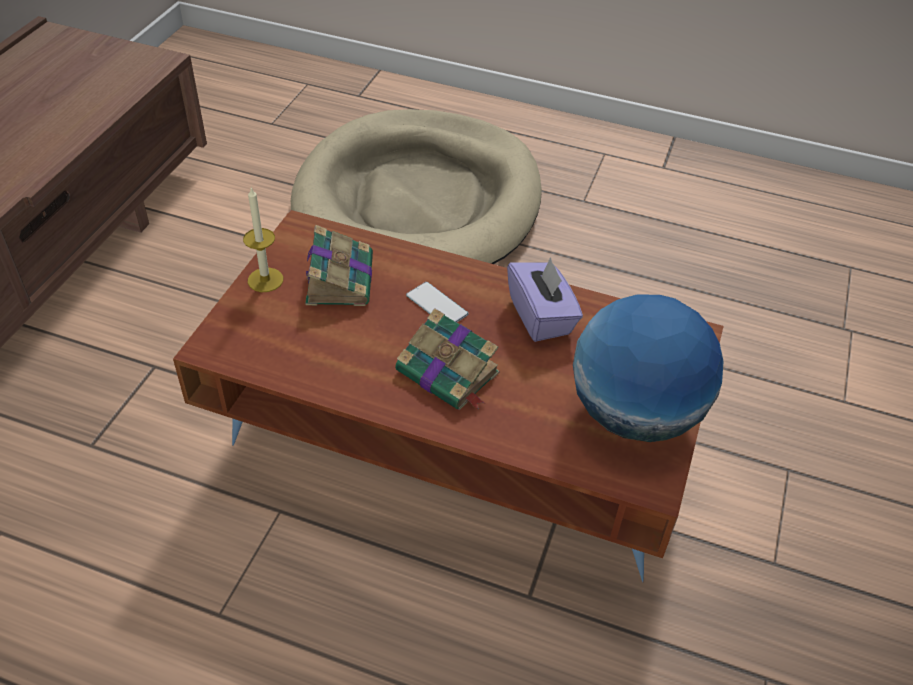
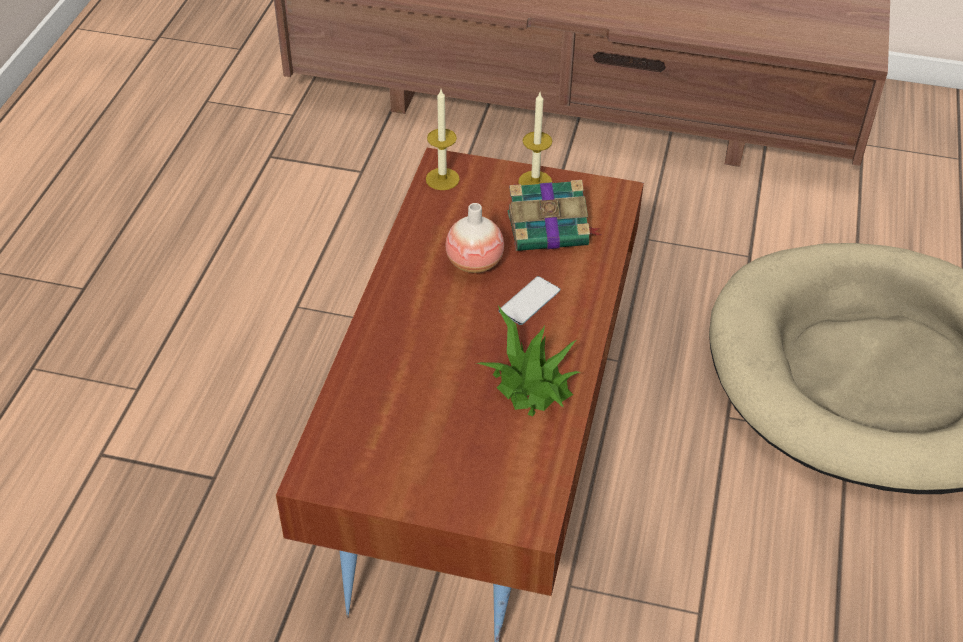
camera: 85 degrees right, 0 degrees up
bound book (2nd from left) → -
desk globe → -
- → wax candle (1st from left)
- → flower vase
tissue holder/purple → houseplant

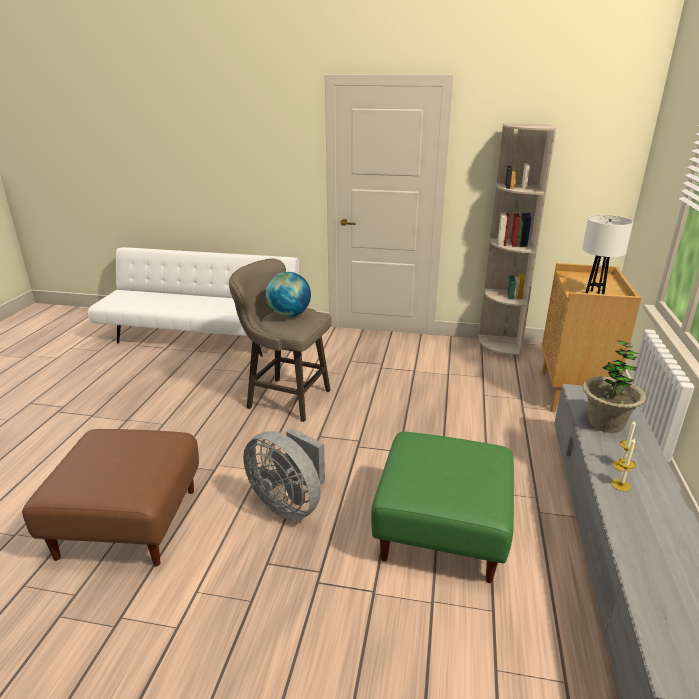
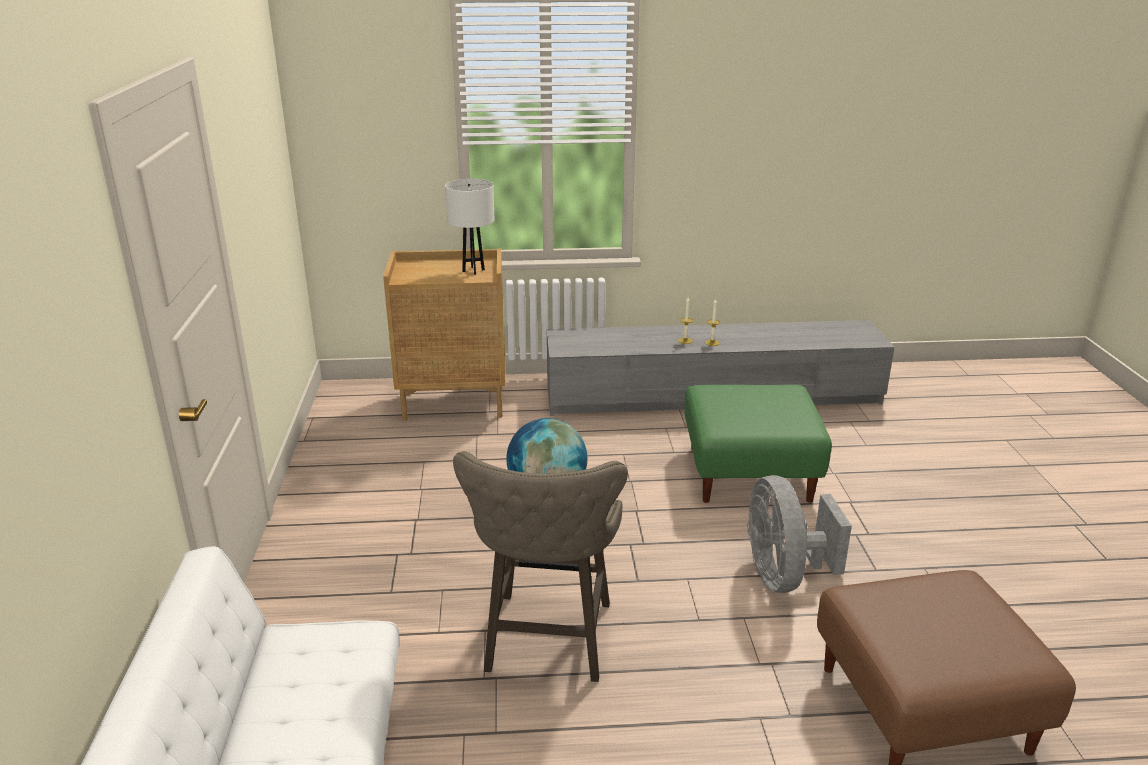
camera: 105 degrees left, 0 degrees up
bookcase/beige-coloured → -
houseplant → -
electric fan/grey, 150 degrees clockwise

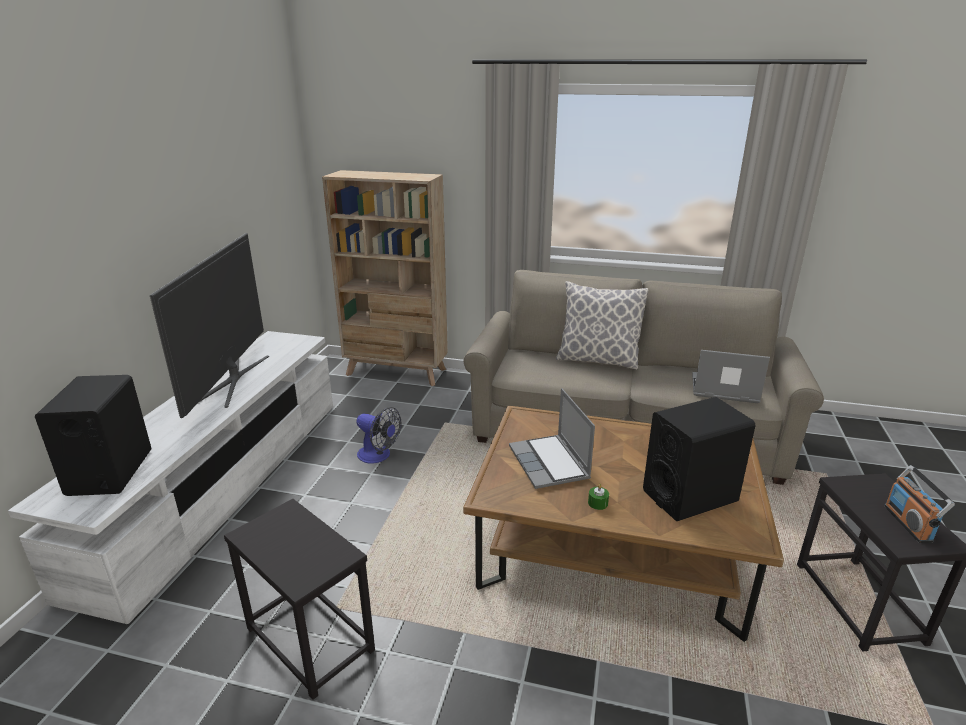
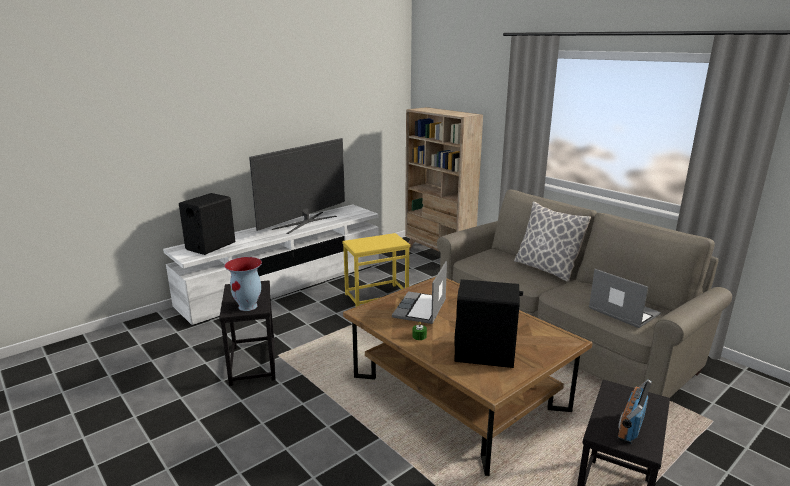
camera: 35 degrees right, 5 degrees down
- → flower vase
electric fan → end table/yellow

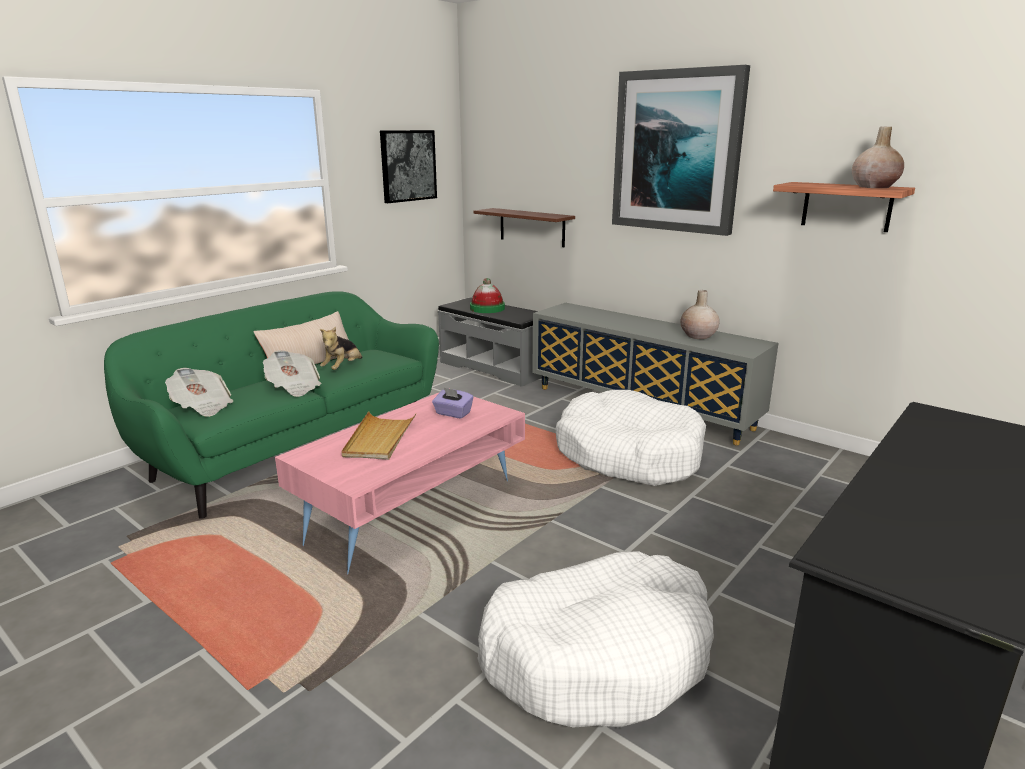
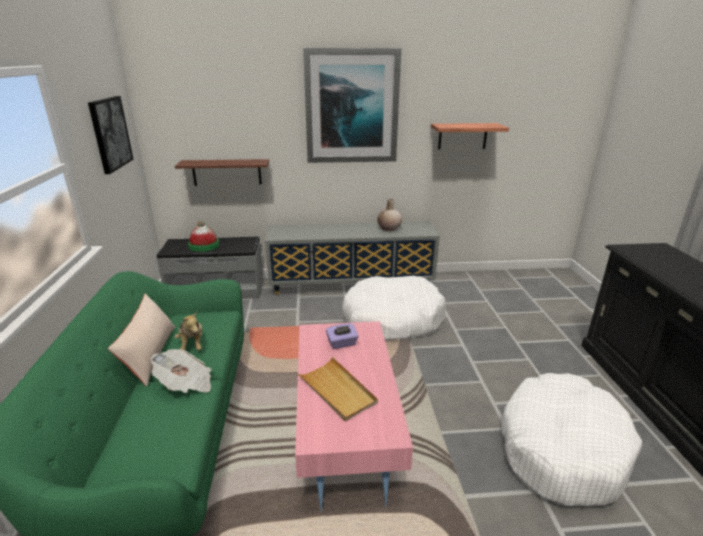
camera: 45 degrees left, 5 degrees up
newspaper (1st from left) → -
flower vase/beige-coloured (2nd from left) → -

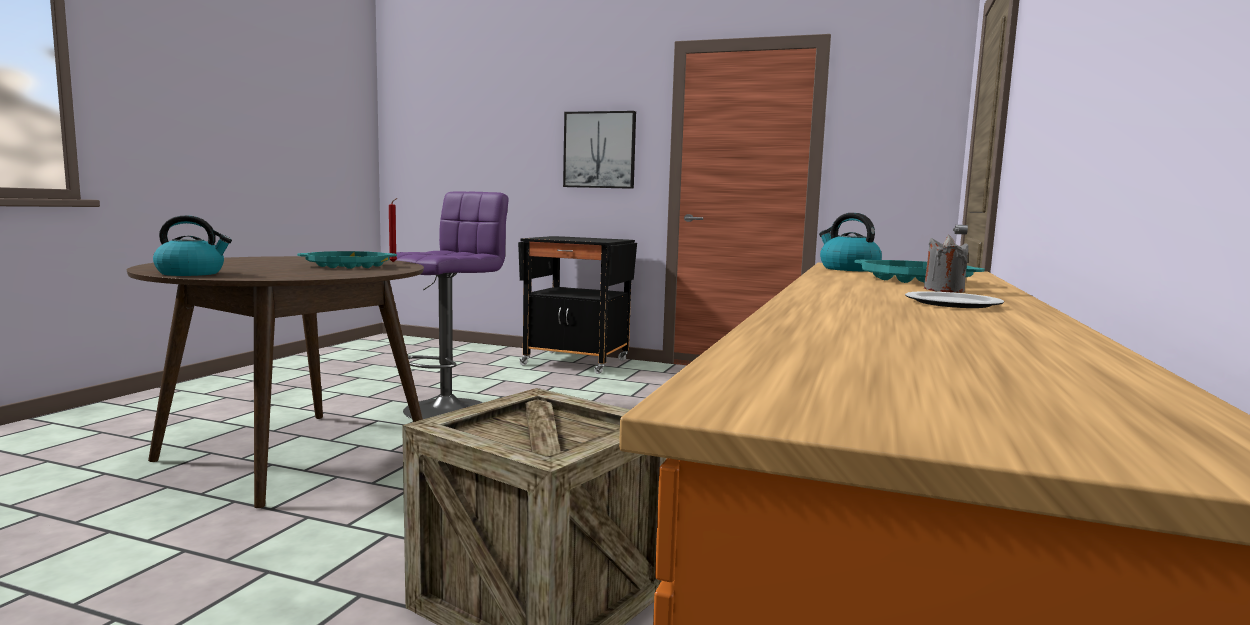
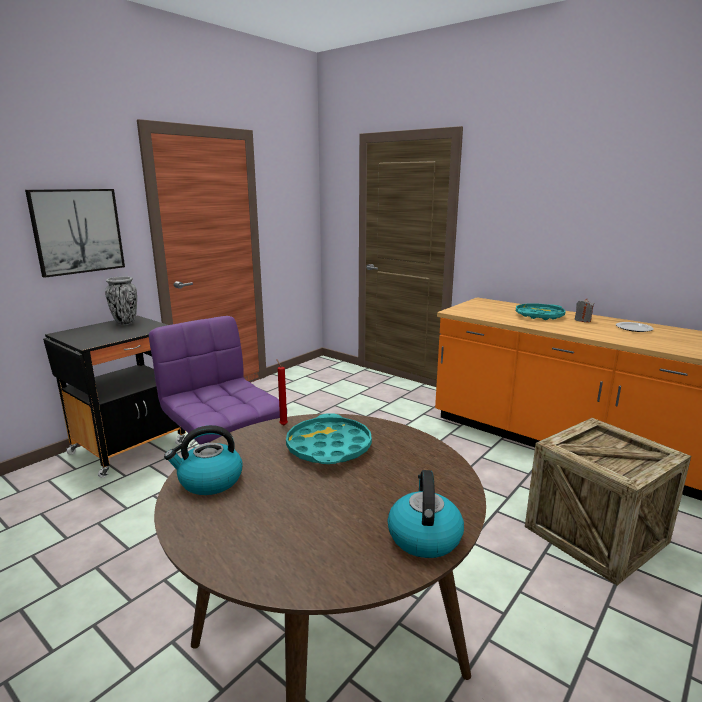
camera: 70 degrees left, 10 degrees up
- → flower vase
kettle (2nd from left in the first image) → kettle (1st from left), moved

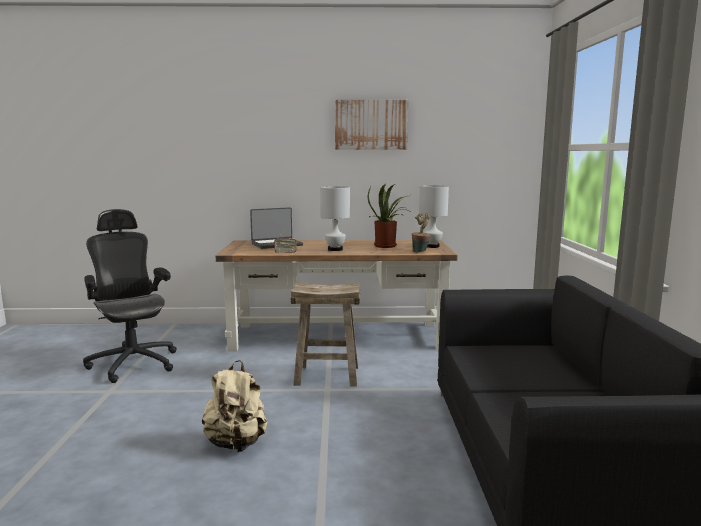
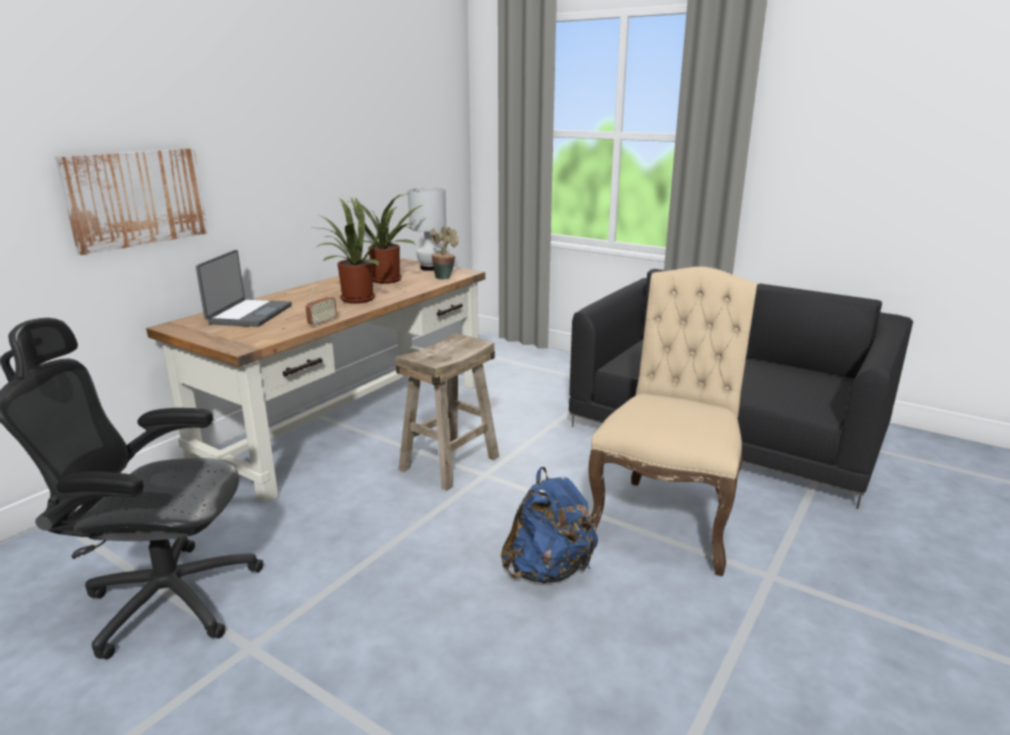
camera: 55 degrees left, 10 degrees up
- → upright chair/beige-coloured
wall picture, moved
tabletop lamp/white-coloured (1st from left) → houseplant (1st from left)
knapsack/beige-coloured → knapsack/blue-coloured

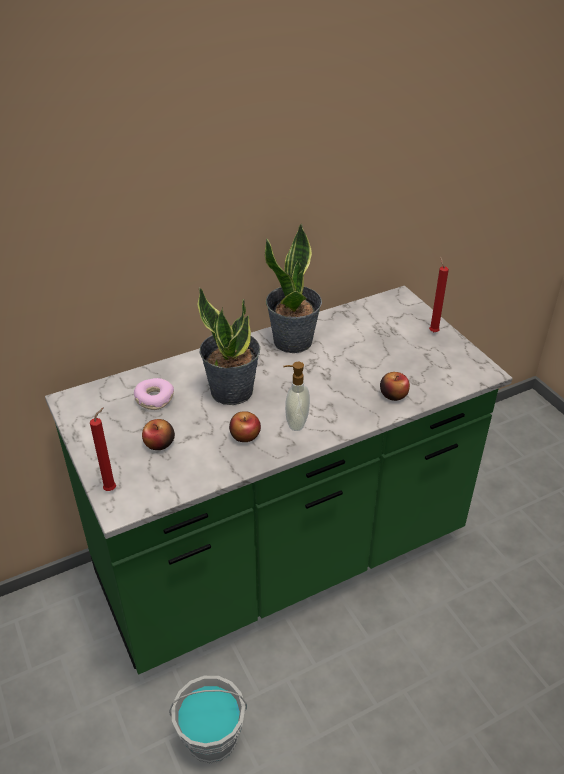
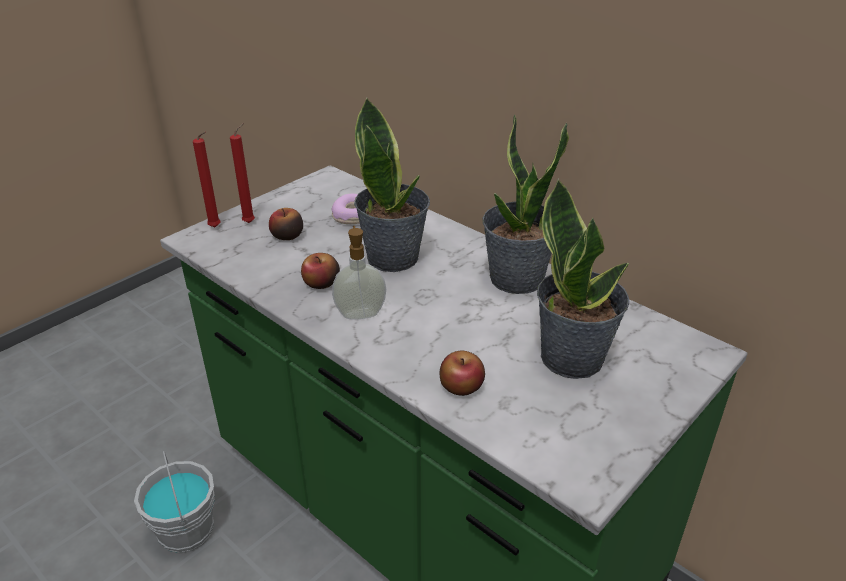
camera: 70 degrees right, 5 degrees down
- → houseplant (3rd from left)
wax candle/red (2nd from left), moved

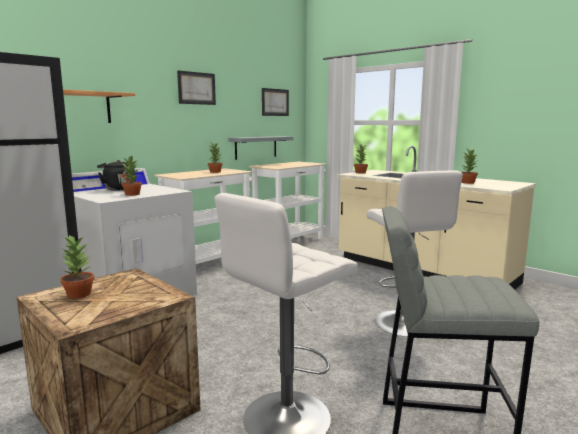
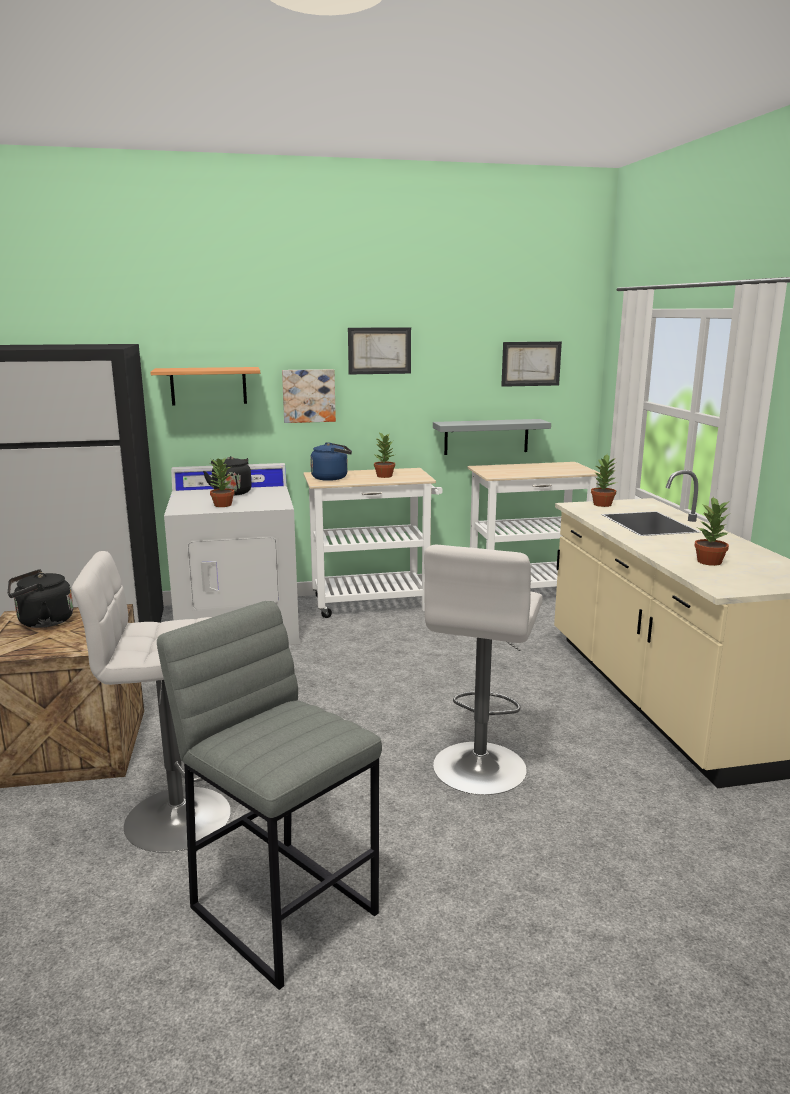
camera: 35 degrees right, 5 degrees up
- → wall picture (1st from left)
- → kettle/blue-coloured
houseplant (1st from left) → kettle/black-coloured (1st from left)

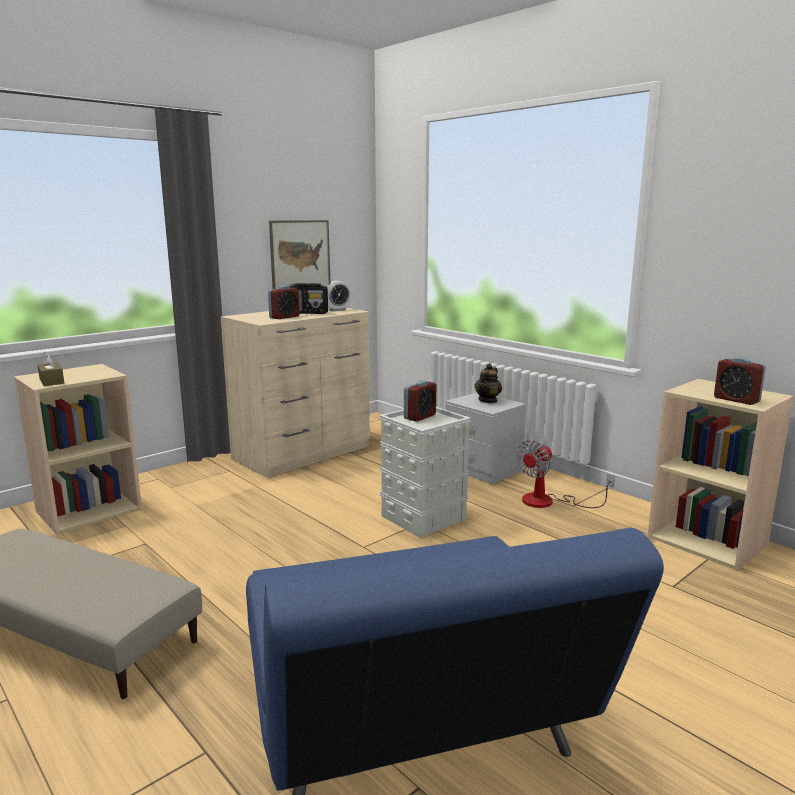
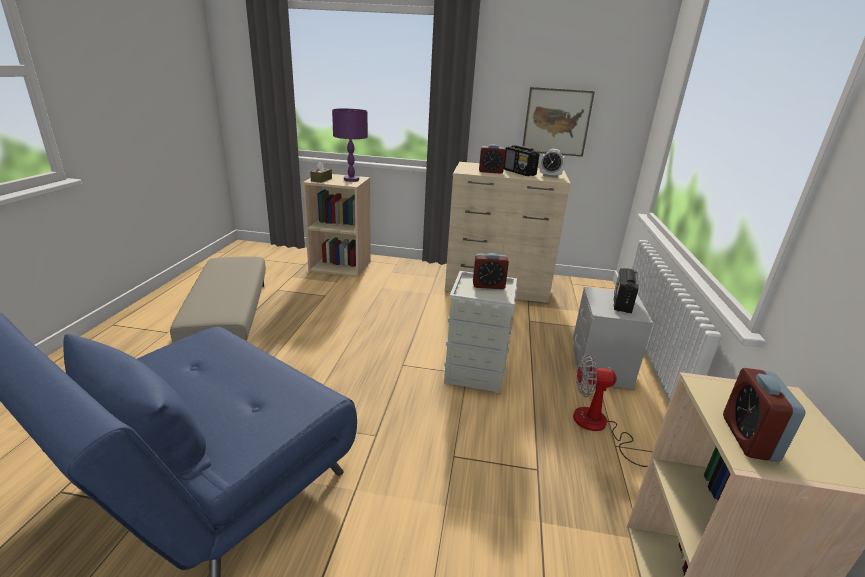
camera: 50 degrees right, 10 degrees up
- → tabletop lamp/purple
tea pot → radio (2nd from left)

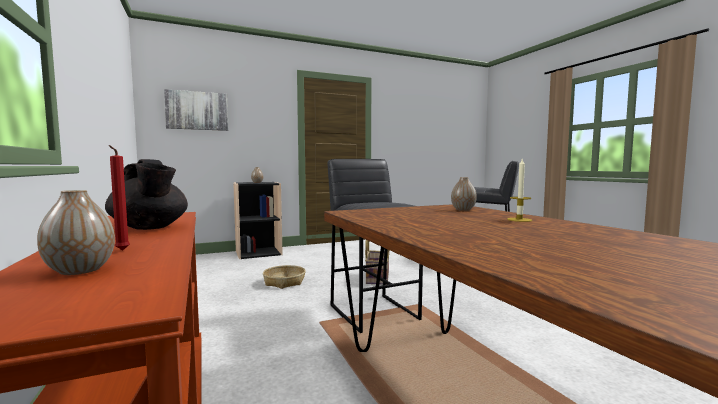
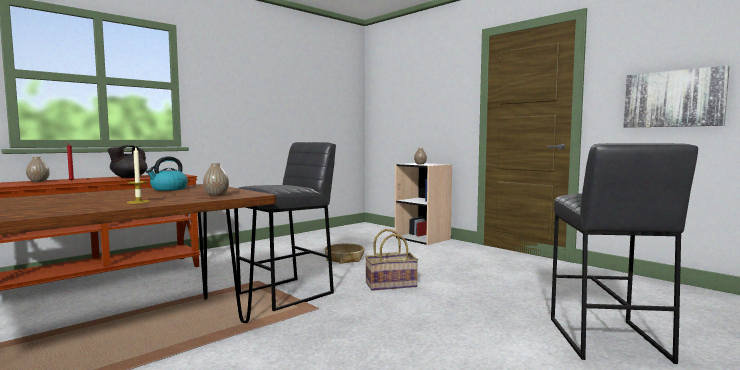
camera: 70 degrees right, 0 degrees up
- → kettle
wall picture, moved

